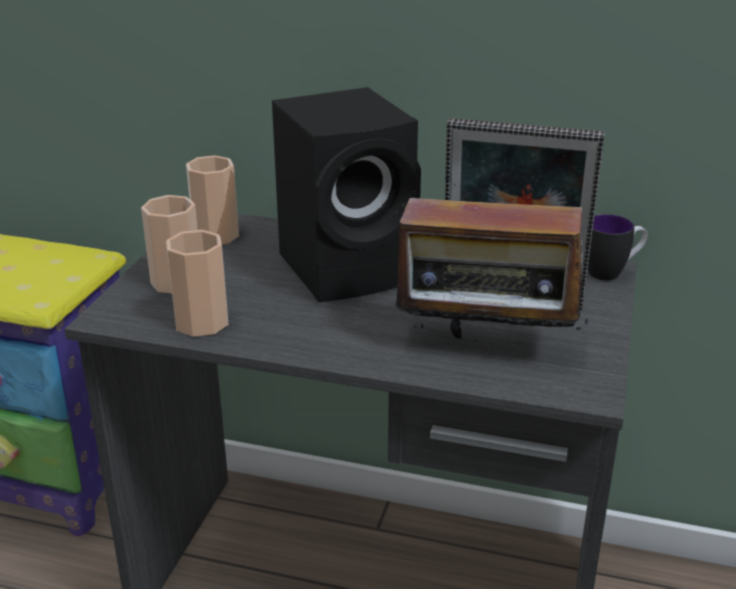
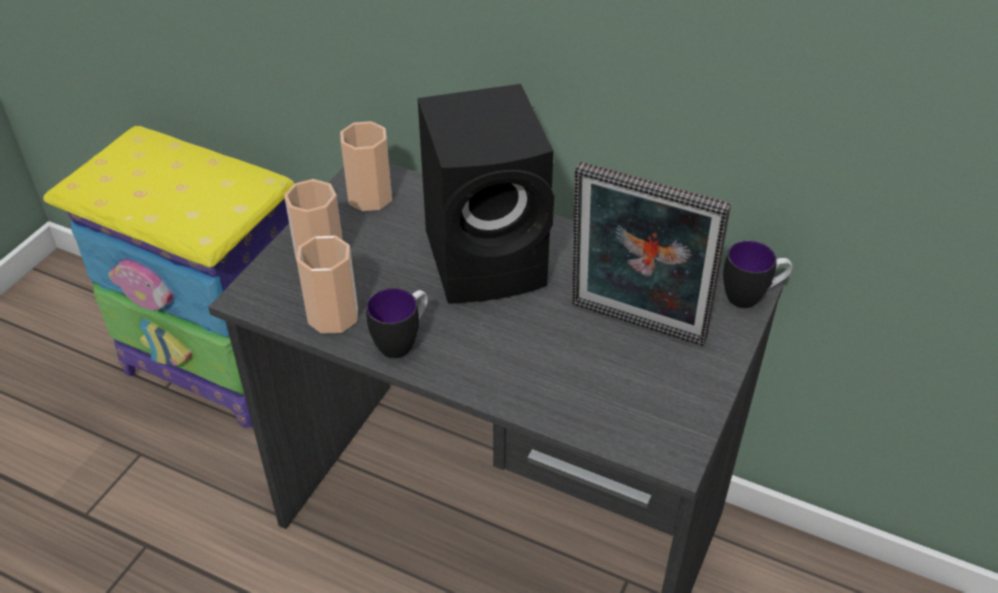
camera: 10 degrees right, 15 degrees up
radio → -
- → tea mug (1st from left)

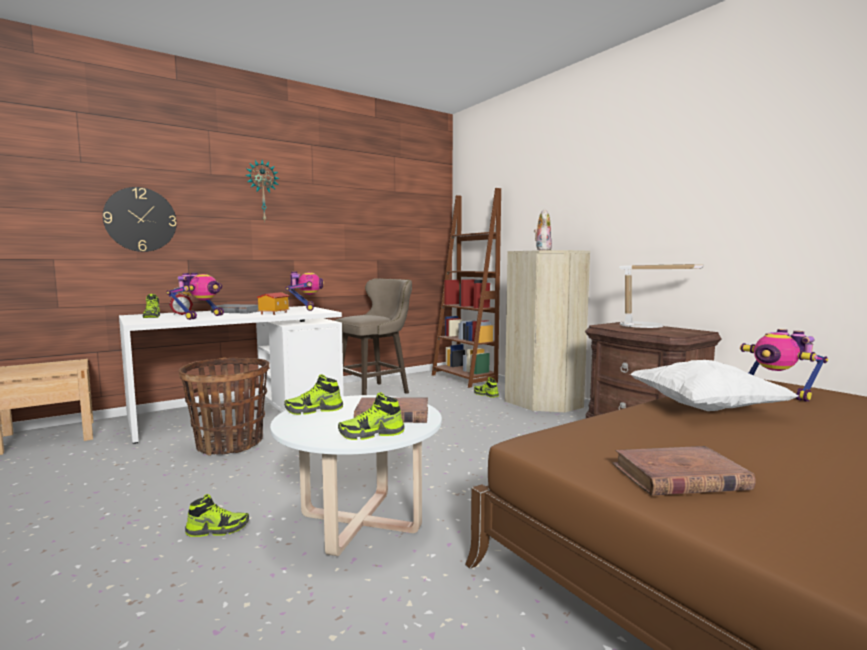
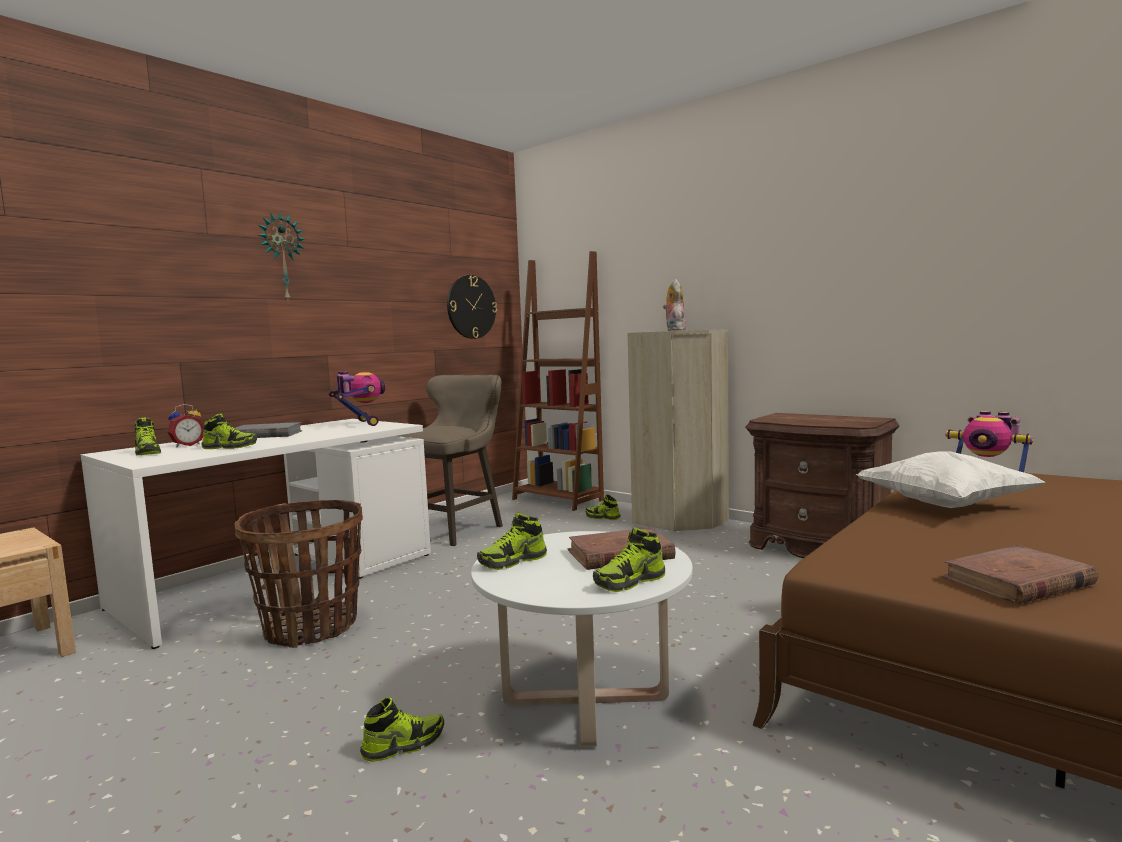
camera: 15 degrees left, 0 degrees up
miniature house → -
tabletop lamp → -
clock on the wall (1st from left in the first image) → clock on the wall (2nd from left), moved
toy robot (1st from left) → shoe (2nd from left)

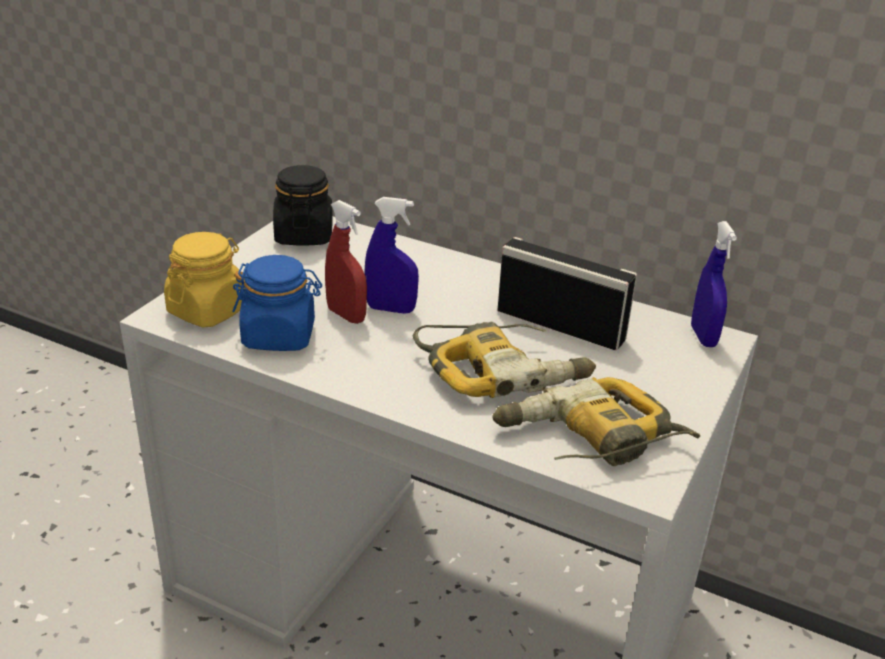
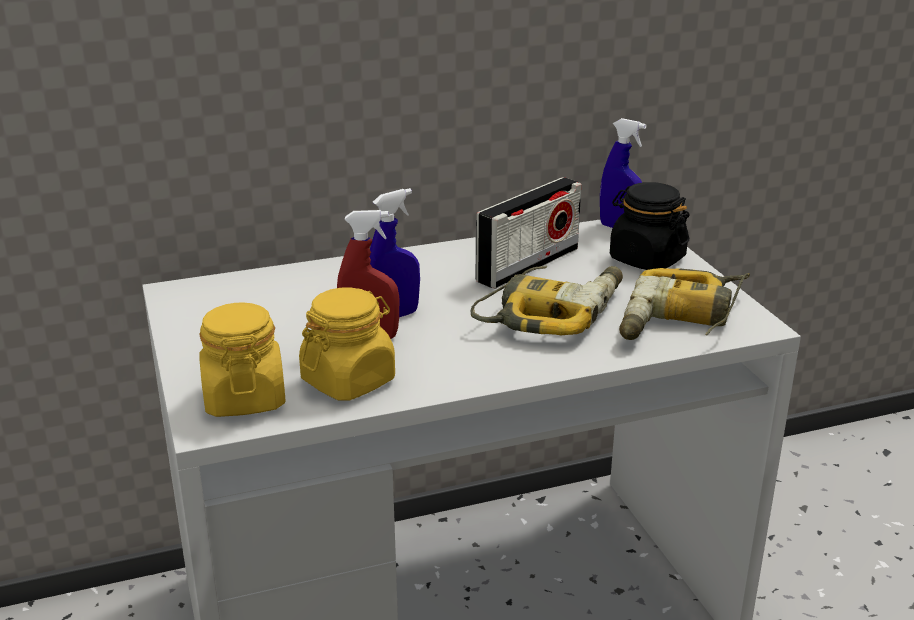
camera: 45 degrees left, 5 degrees down
storage jar/black-coloured, moved
storage jar/blue-coloured → storage jar/yellow (2nd from left)
radio, 150 degrees clockwise

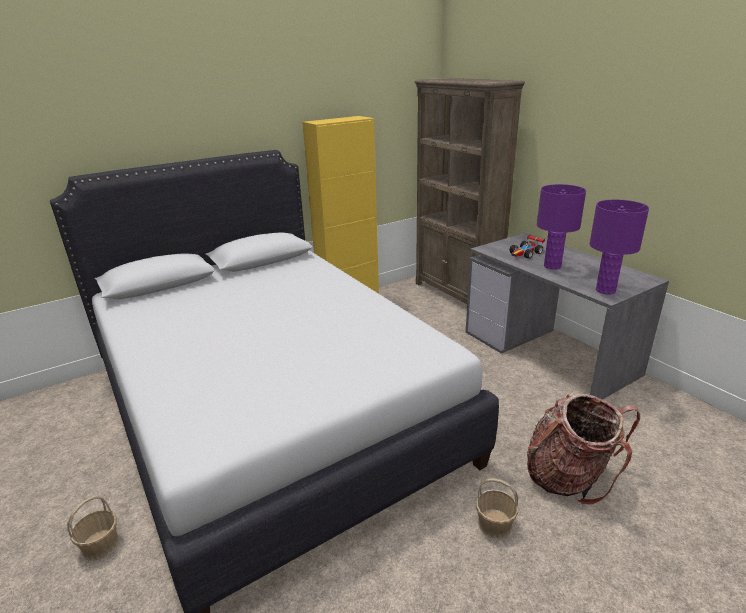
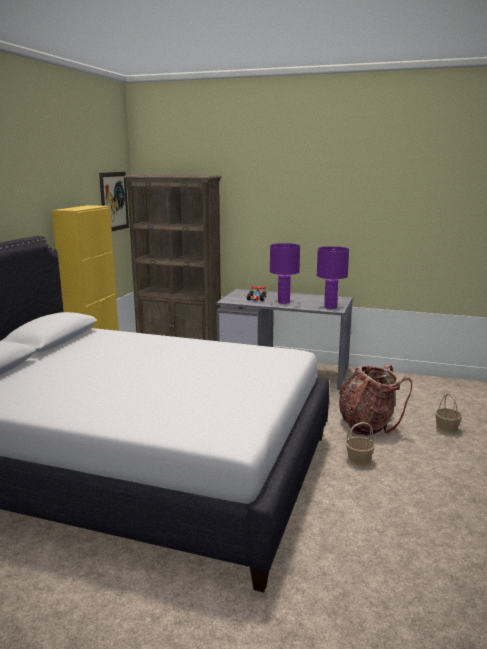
camera: 40 degrees left, 10 degrees down
- → wall picture
household basket (1st from left in the first image) → household basket (2nd from left), moved

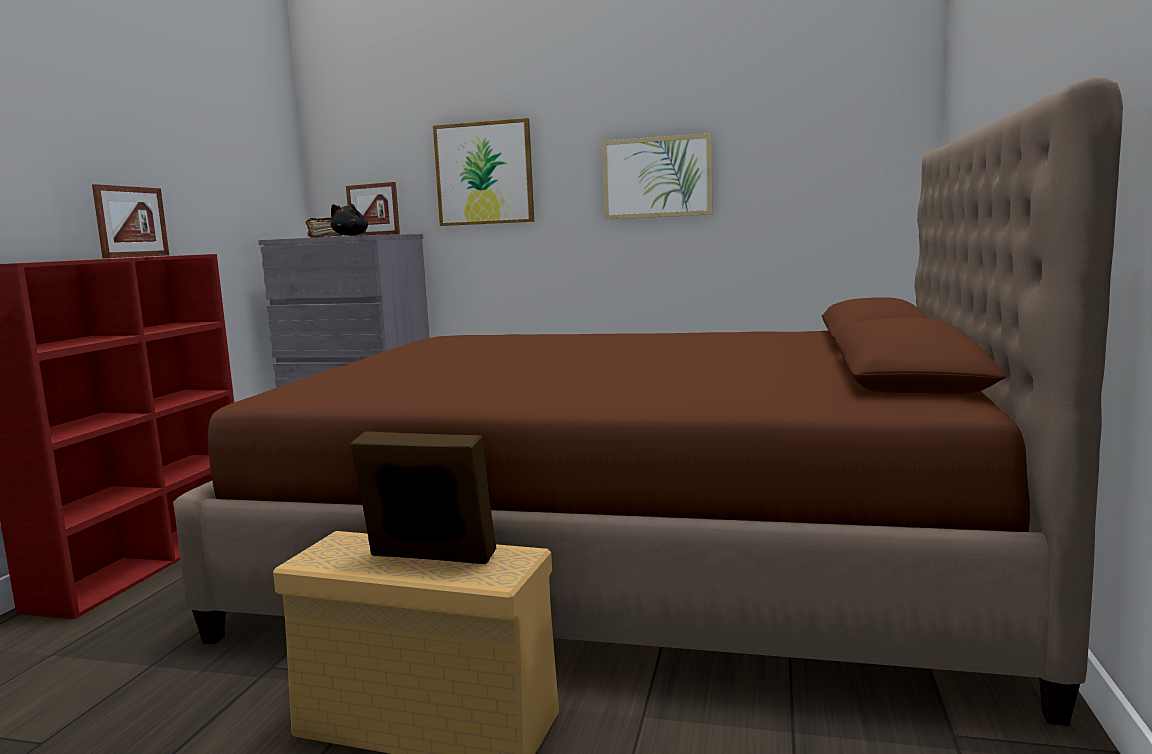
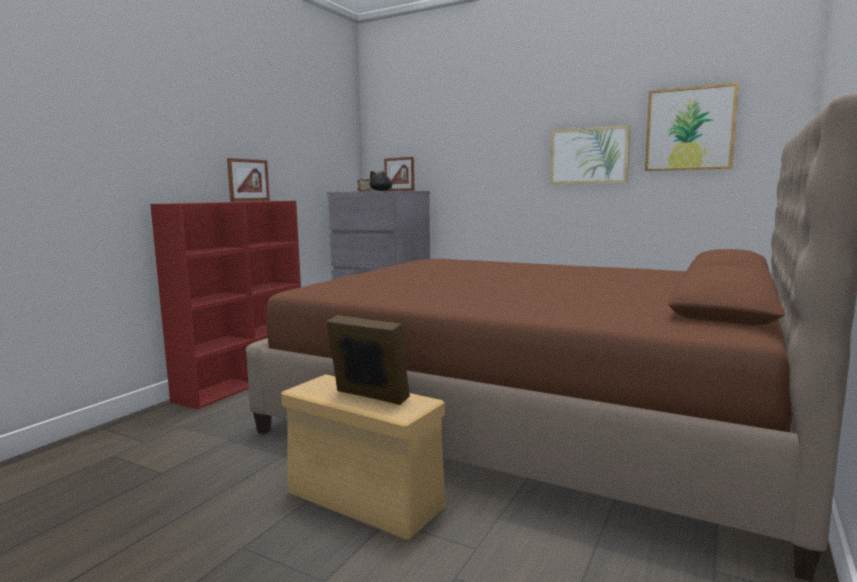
camera: 15 degrees right, 0 degrees up
wall picture (1st from left in the first image) → wall picture (2nd from left), moved

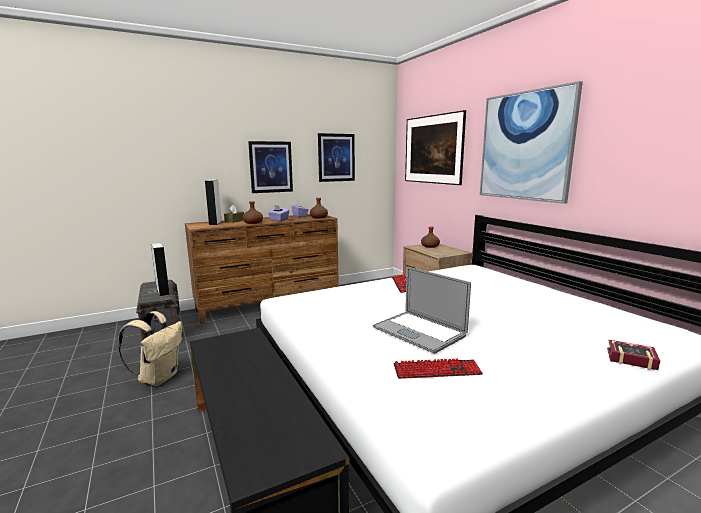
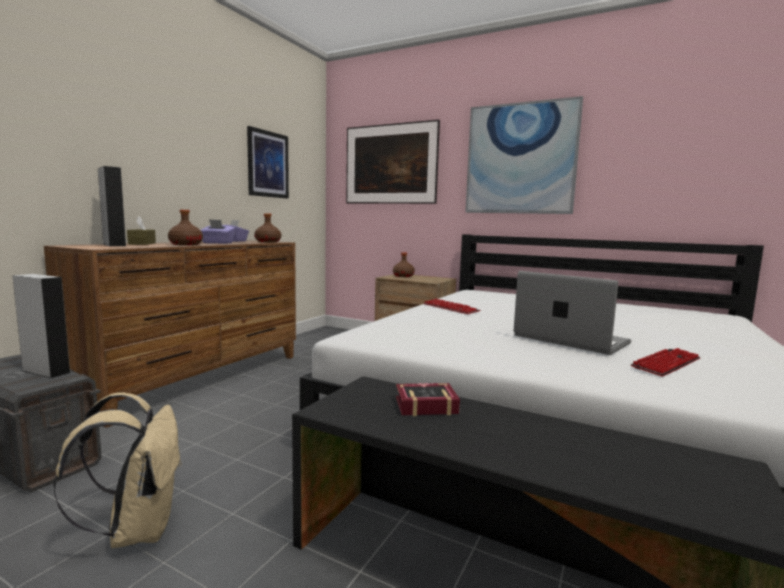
camera: 35 degrees left, 5 degrees down
wall picture (1st from left) → -
bound book, moved
laptop, 150 degrees counterclockwise

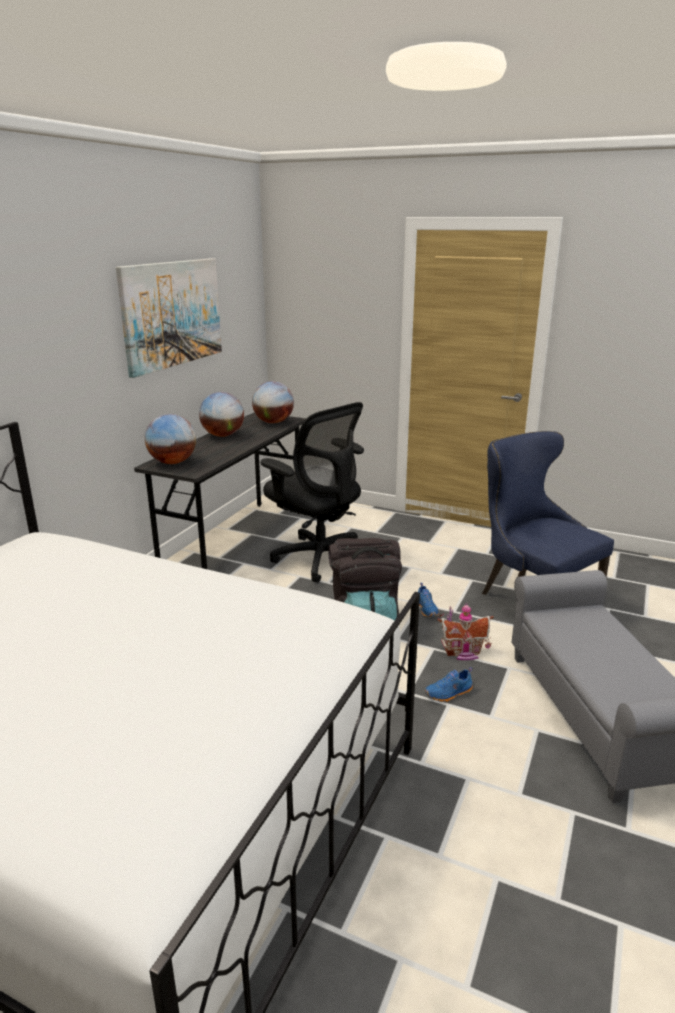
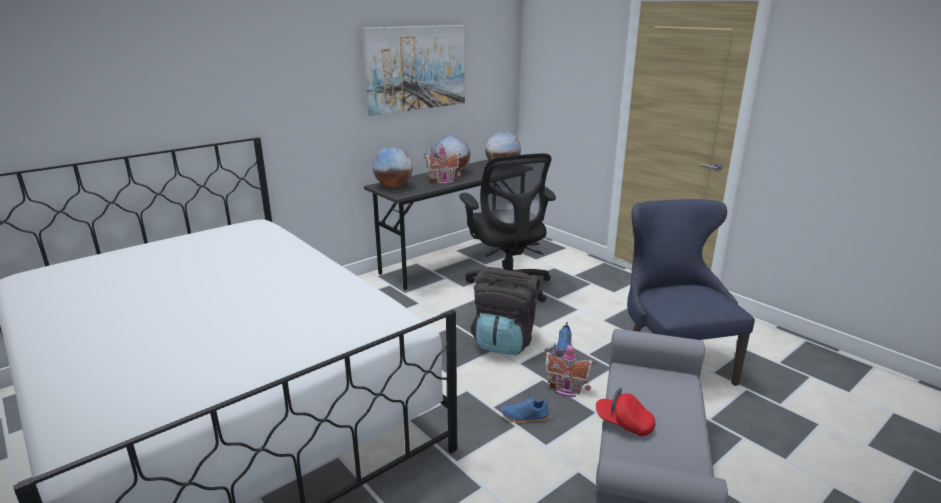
camera: 25 degrees right, 0 degrees up
- → miniature house (1st from left)
- → cap/red

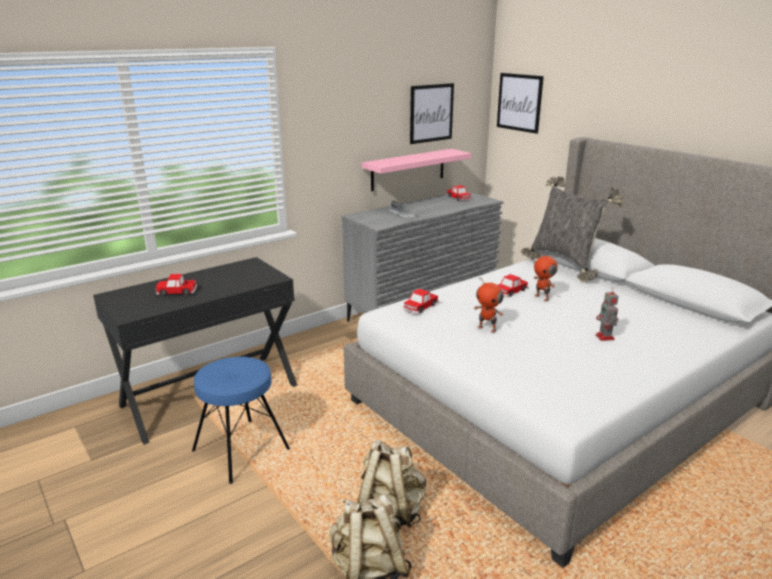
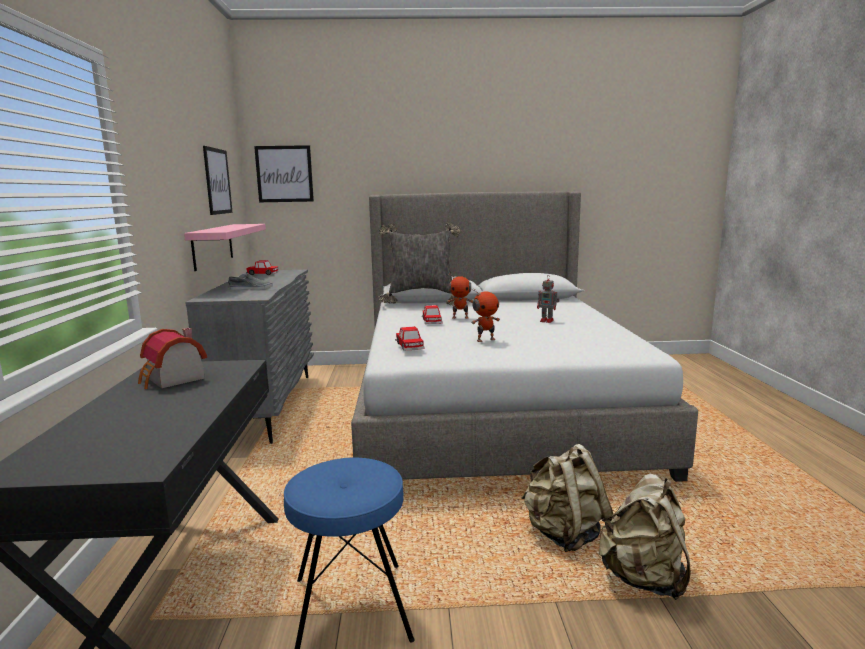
camera: 55 degrees left, 10 degrees down
toy car (1st from left) → -
- → miniature house

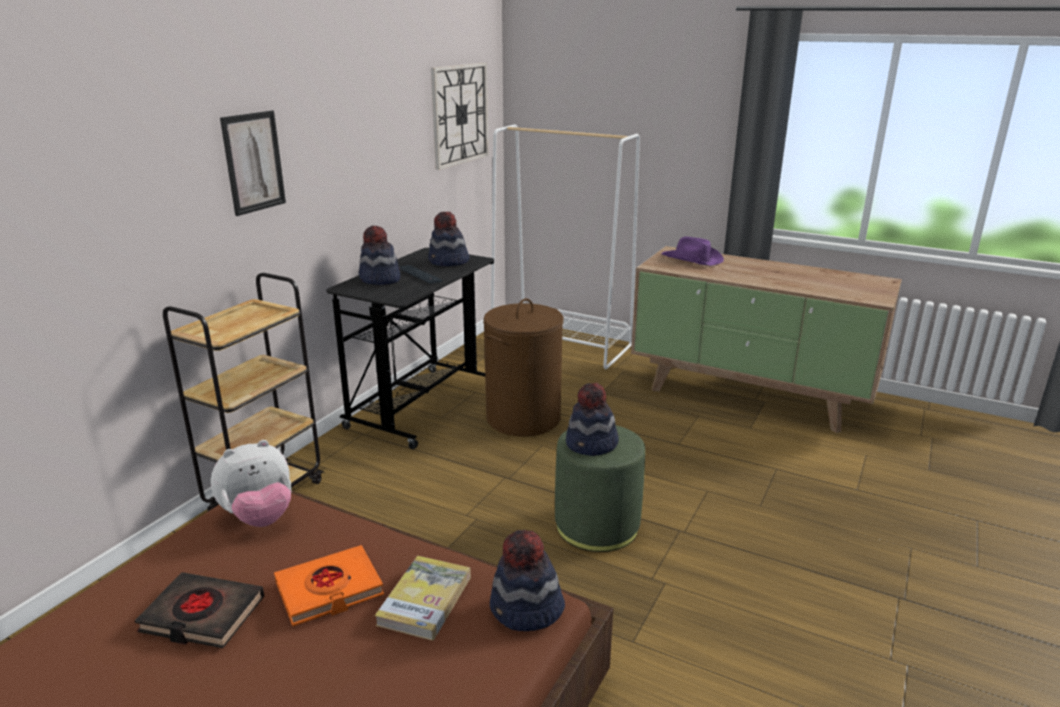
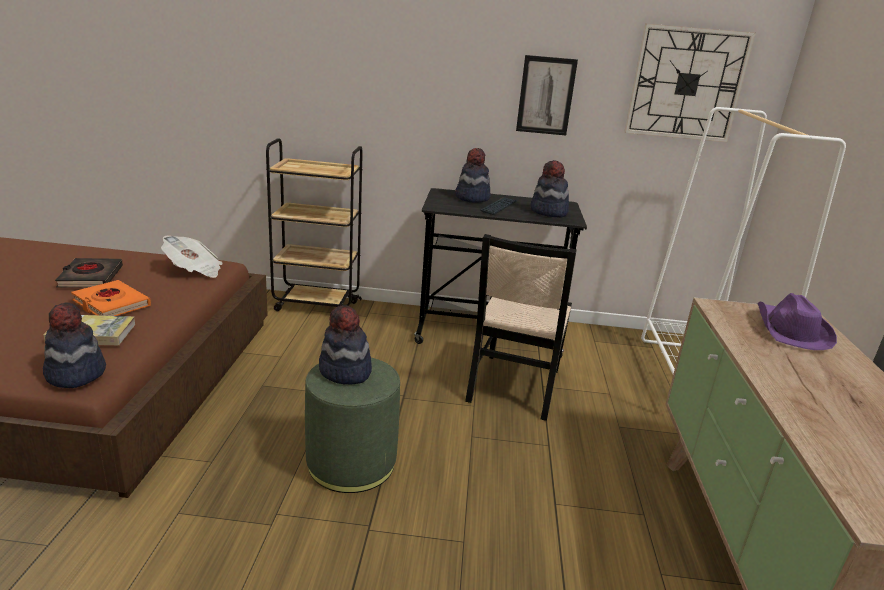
camera: 65 degrees right, 0 degrees up
wall picture, moved
plush toy → newspaper
washing basket/brownish → upright chair

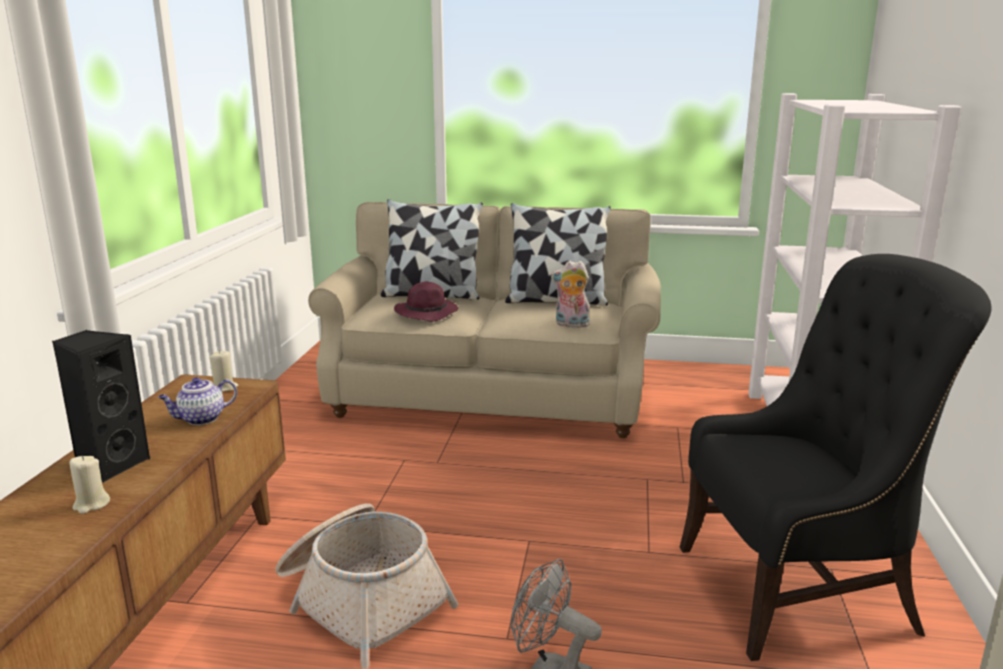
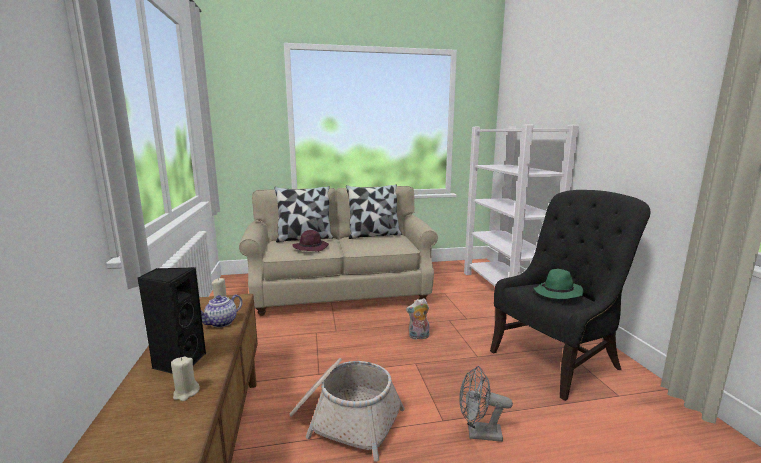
camera: 20 degrees left, 5 degrees down
- → hat/green
plush toy, moved

